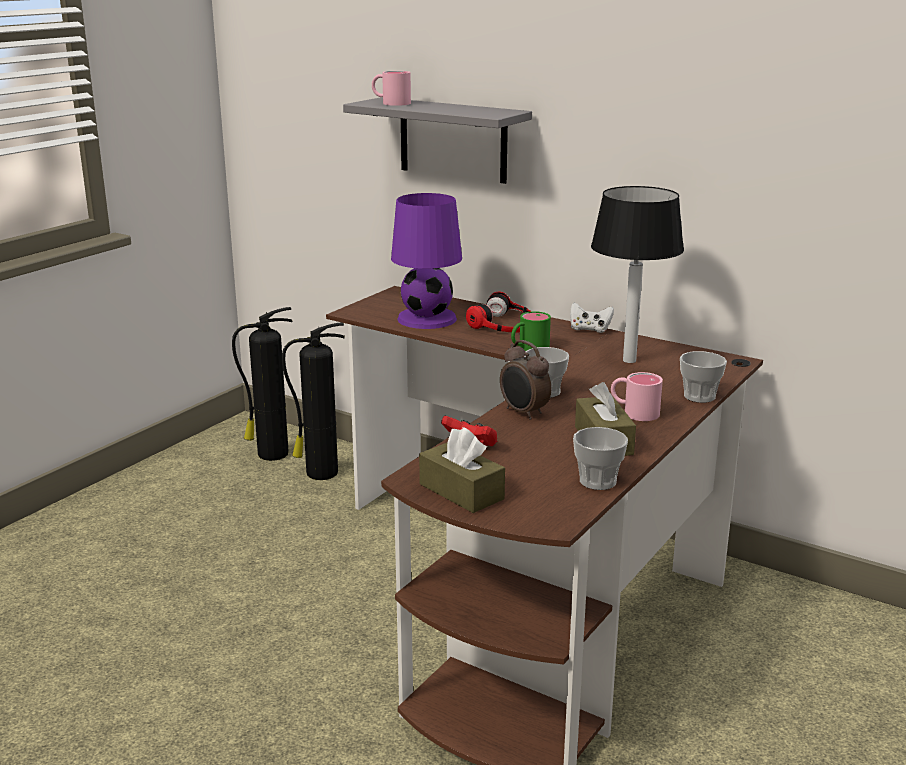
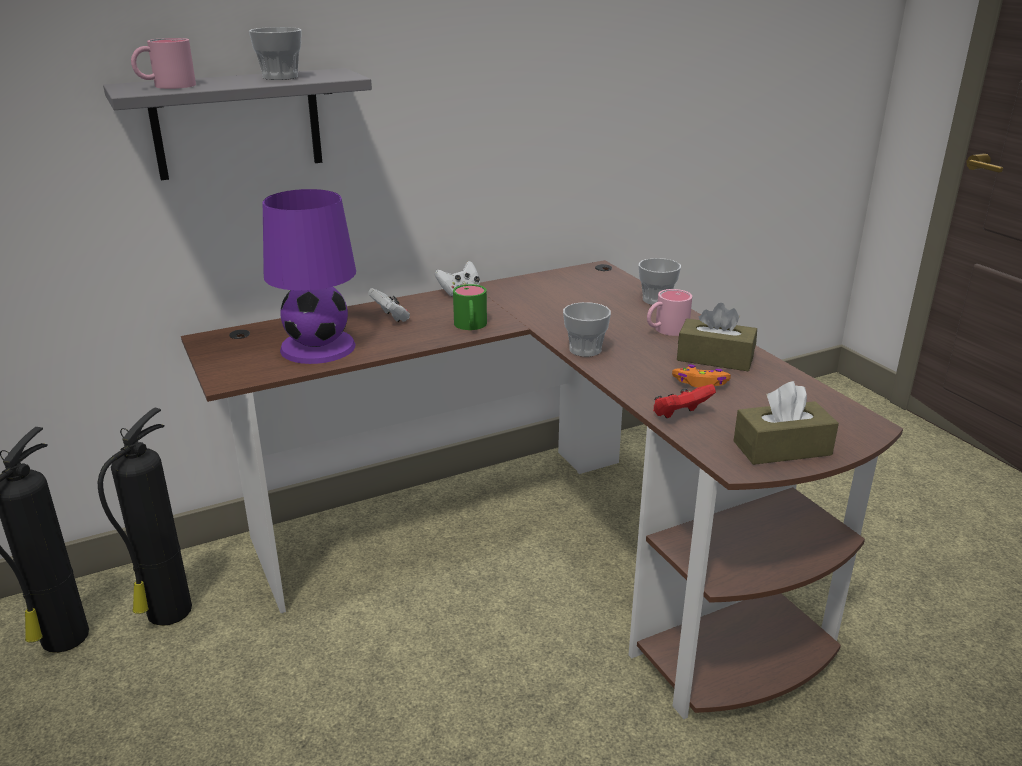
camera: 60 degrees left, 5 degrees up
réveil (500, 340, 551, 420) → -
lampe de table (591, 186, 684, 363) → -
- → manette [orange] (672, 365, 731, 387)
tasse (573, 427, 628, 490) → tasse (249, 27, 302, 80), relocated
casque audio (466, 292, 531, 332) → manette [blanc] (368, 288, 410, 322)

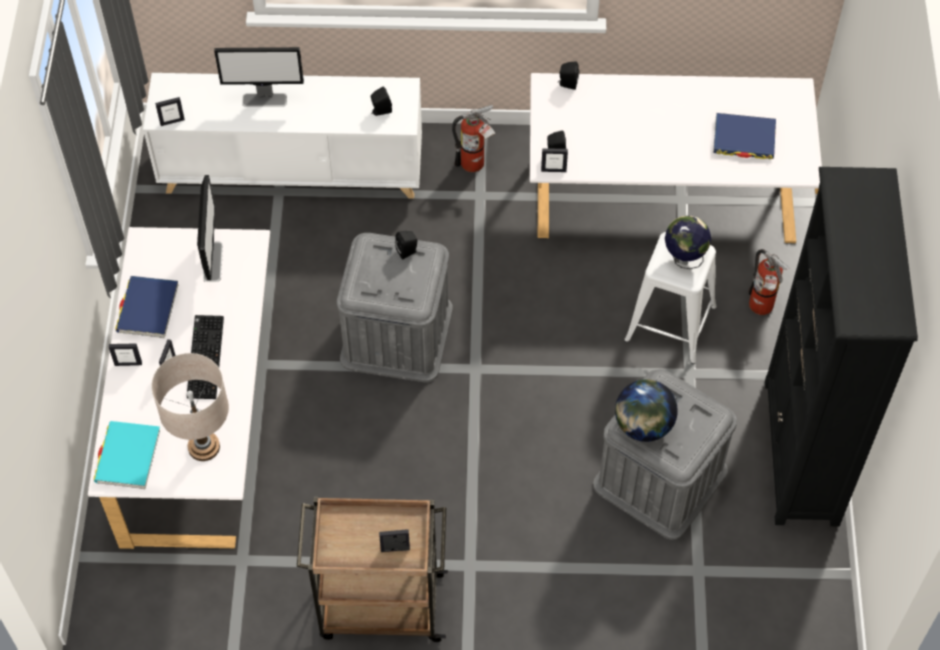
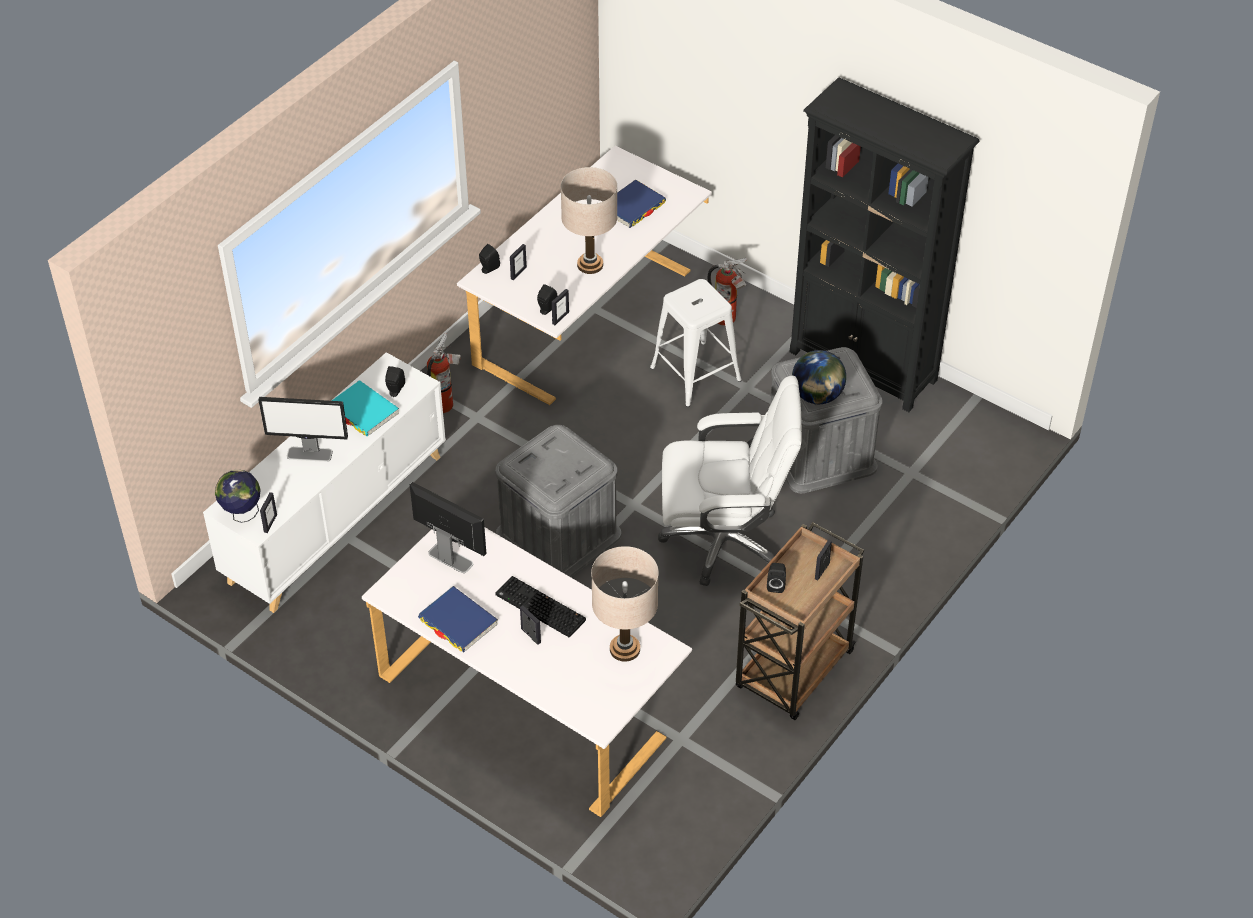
camera: 55 degrees left, 10 degrees down
- → lampe de table [beige] (561, 167, 617, 274)
- → chaise de bureau [blanc] (658, 376, 802, 586)
livre [turquoise] (94, 421, 160, 489) → livre [turquoise] (332, 380, 399, 436), relocated
cadre photo (109, 343, 142, 366) → cadre photo (510, 244, 527, 280), relocated
enceinte [noir] (395, 231, 418, 260) → enceinte [noir] (767, 563, 786, 593), relocated
globe (665, 216, 711, 269) → globe (215, 470, 261, 523), relocated
écran d'ordinateur (214, 47, 304, 107) → écran d'ordinateur (259, 397, 348, 462), 60 degrees clockwise

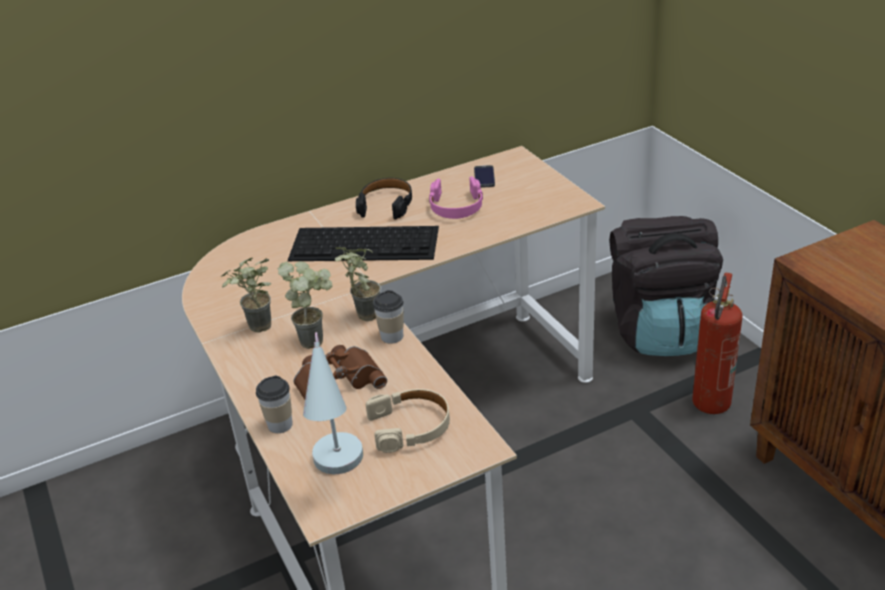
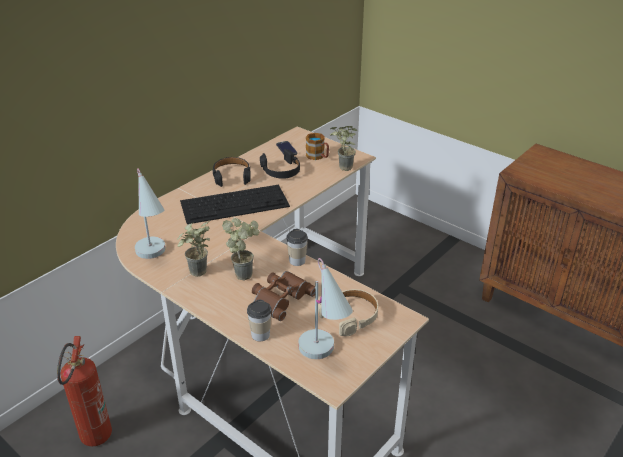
camera: 25 degrees left, 0 degrees up
sac à dos [noir] (610, 216, 723, 356) → -
- → lampe de table [blanc] (135, 168, 166, 259)
- → mug (306, 133, 329, 160)
plante en pot (335, 247, 381, 321) → plante en pot (330, 126, 358, 171), relocated
extincteur (692, 273, 742, 414) → extincteur (57, 336, 112, 447), relocated
casque audio [rose] (429, 177, 483, 219) → casque audio [noir] (260, 149, 300, 179)

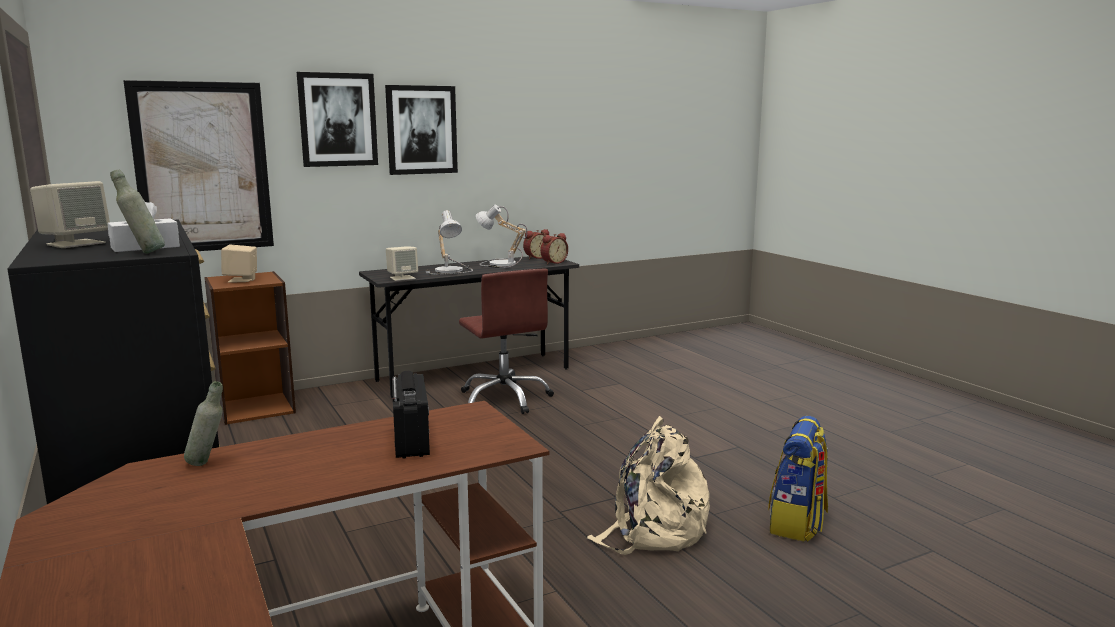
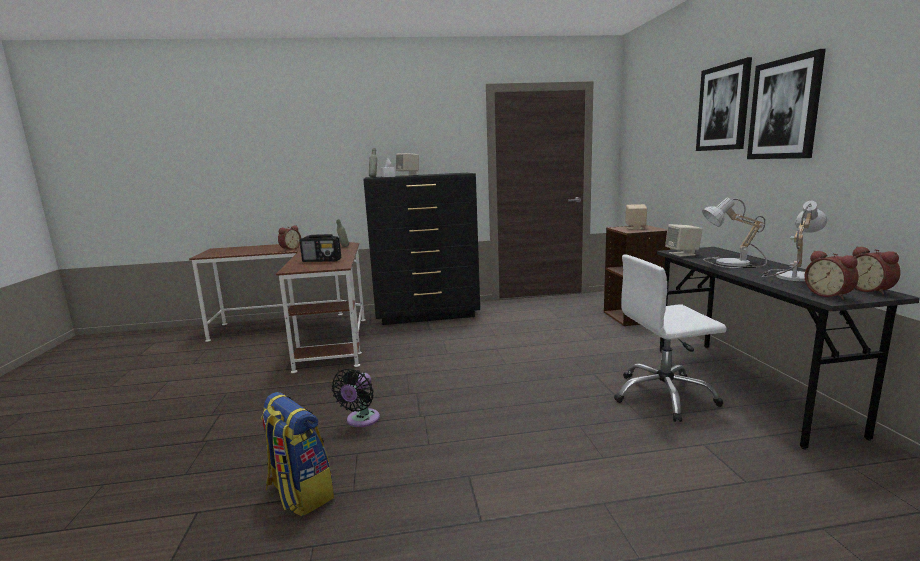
camera: 110 degrees right, 0 degrees up
tableau (123, 80, 274, 251) → -
- → réveil (278, 225, 301, 250)
sac à dos [beige] (586, 416, 710, 555) → ventilateur [noir] (332, 368, 380, 427)
chaise de bureau [marron] (459, 269, 554, 414) → chaise de bureau [blanc] (614, 255, 727, 422)

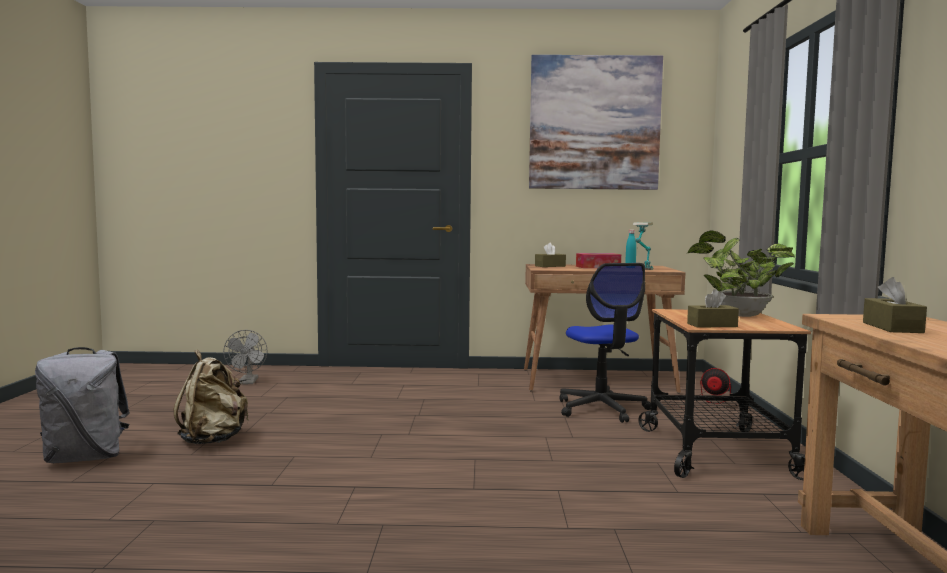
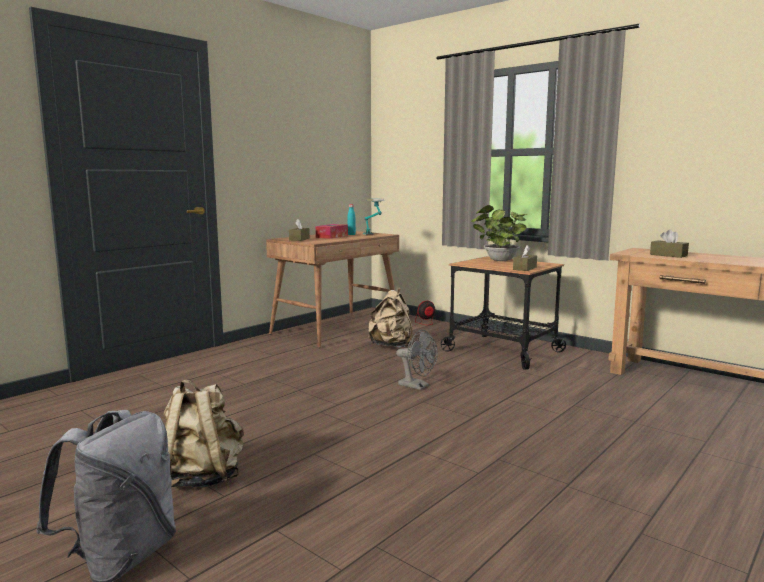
camera: 50 degrees left, 5 degrees up
tableau (529, 55, 663, 190) → -
ventilateur [gris] (223, 330, 267, 384) → ventilateur [gris] (396, 330, 438, 390), relocated
chaise de bureau (559, 263, 651, 423) → sac à dos [beige] (368, 287, 413, 348)

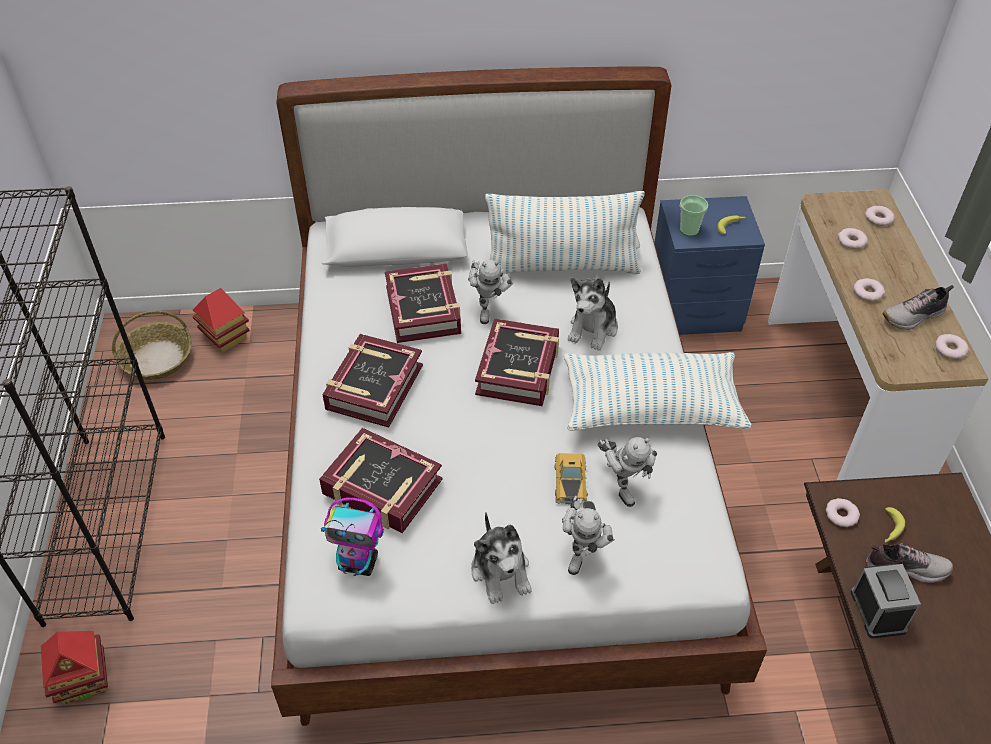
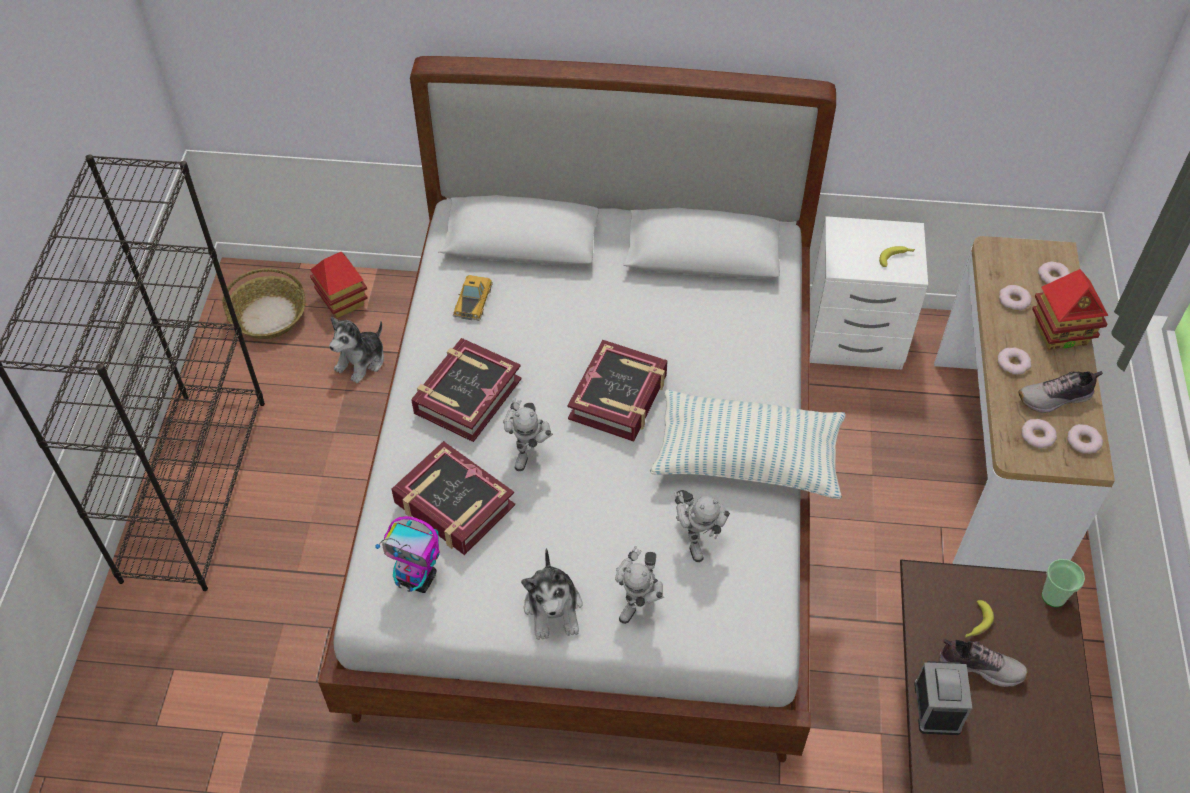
camera: 10 degrees right, 5 degrees up
livre (385, 263, 461, 343) → -
coussin (485, 191, 645, 274) → -
maison miniature (41, 631, 108, 704) → maison miniature (1032, 269, 1108, 350), relocated
robot jouet (468, 260, 513, 324) → robot jouet (503, 398, 553, 471), relocated
petite voiture (555, 453, 588, 504) → petite voiture (453, 275, 493, 321), relocated
peluche (568, 277, 618, 351) → peluche (329, 317, 384, 383), relocated
tasse (680, 195, 708, 236) → tasse (1042, 559, 1085, 607), relocated
beignet (826, 498, 860, 527) → beignet (1021, 419, 1057, 448), relocated
table de chevet [bleu] (654, 196, 765, 335) → table de chevet [blanc] (810, 216, 928, 370)

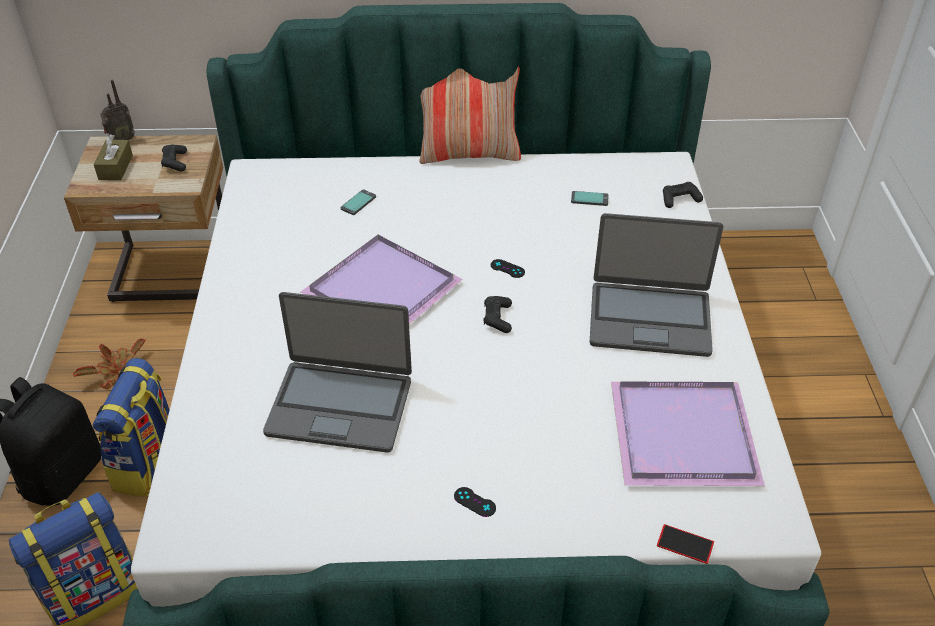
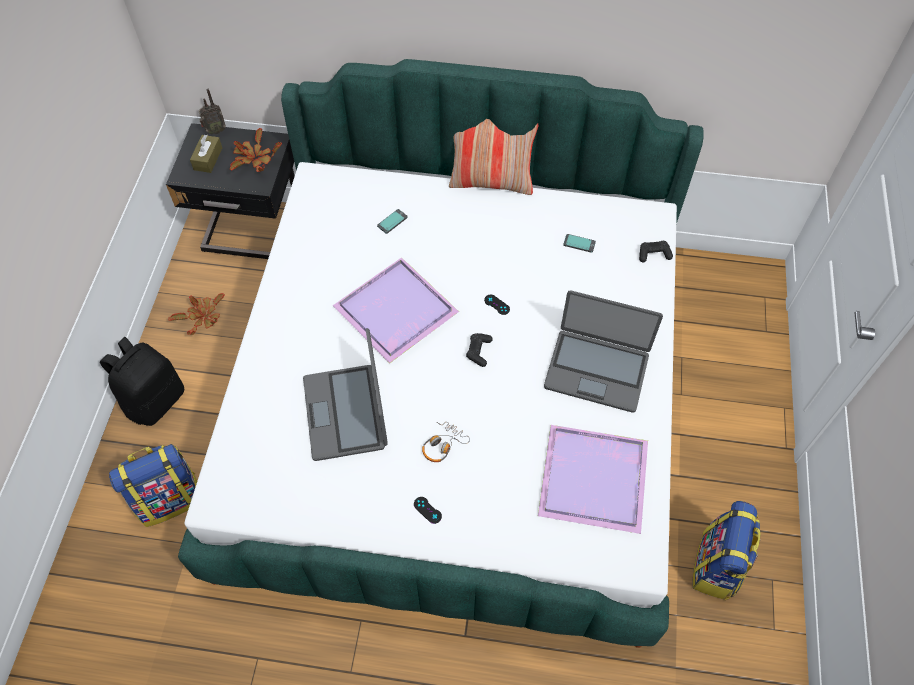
camera: 10 degrees right, 15 degrees up
téléphone (657, 524, 714, 564) → -
- → casque audio (422, 422, 470, 462)
sac à dos (93, 358, 170, 497) → sac à dos (693, 501, 761, 601), relocated
manette [noir] (161, 145, 187, 172) → plante en pot (230, 128, 282, 172)
table de chevet [beige] (64, 135, 223, 302) → table de chevet [noir] (166, 123, 295, 259)
ordinateur portable (263, 292, 412, 453) → ordinateur portable (303, 328, 388, 461), 60 degrees clockwise

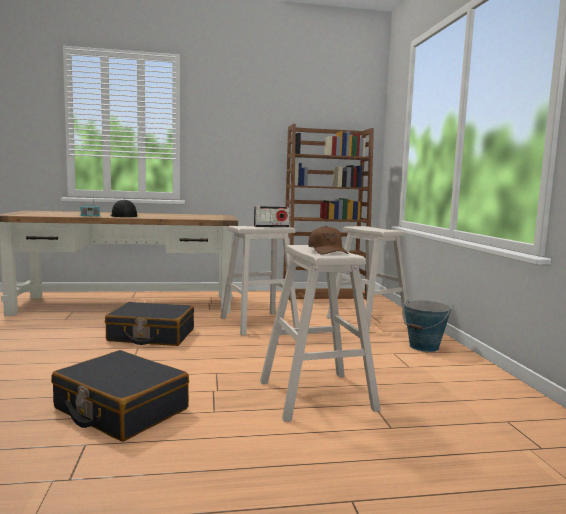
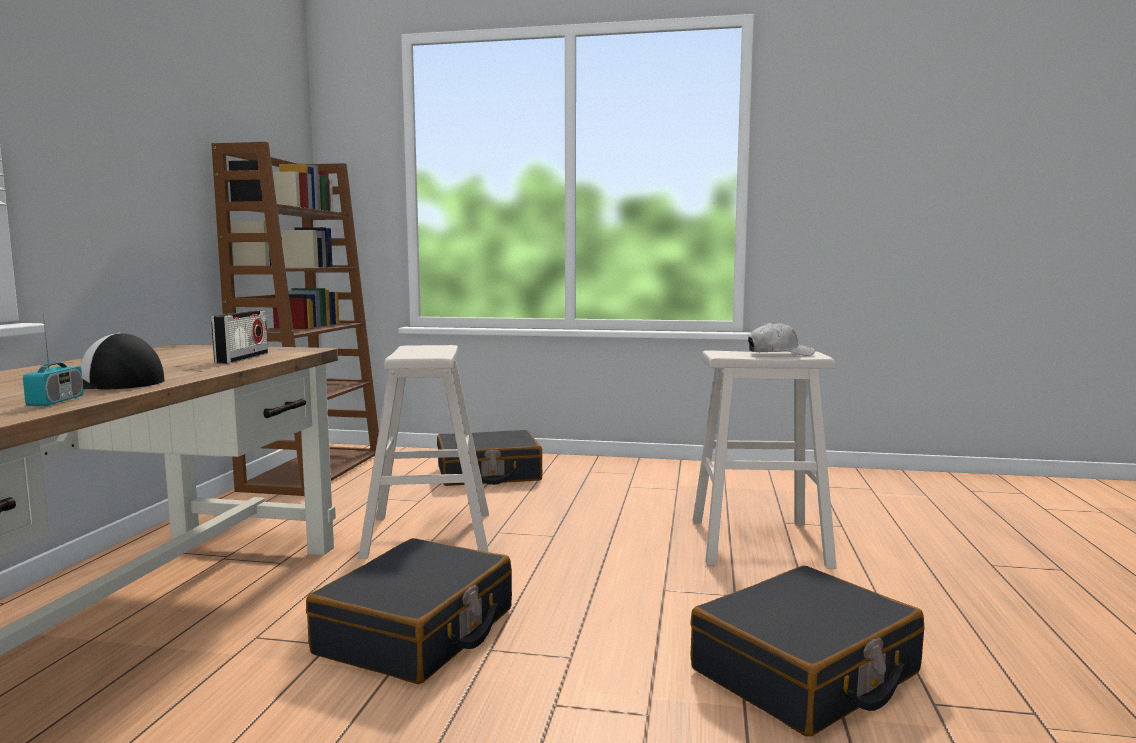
camera: 70 degrees left, 0 degrees up
seau (402, 299, 452, 352) → -
radio (254, 206, 290, 227) → radio (211, 311, 268, 364), relocated
tabouret [beige] (327, 226, 407, 330) → valise [noir] (437, 430, 542, 486)
casquette [marron] (308, 226, 348, 254) → casquette [blanc] (748, 322, 815, 356)

